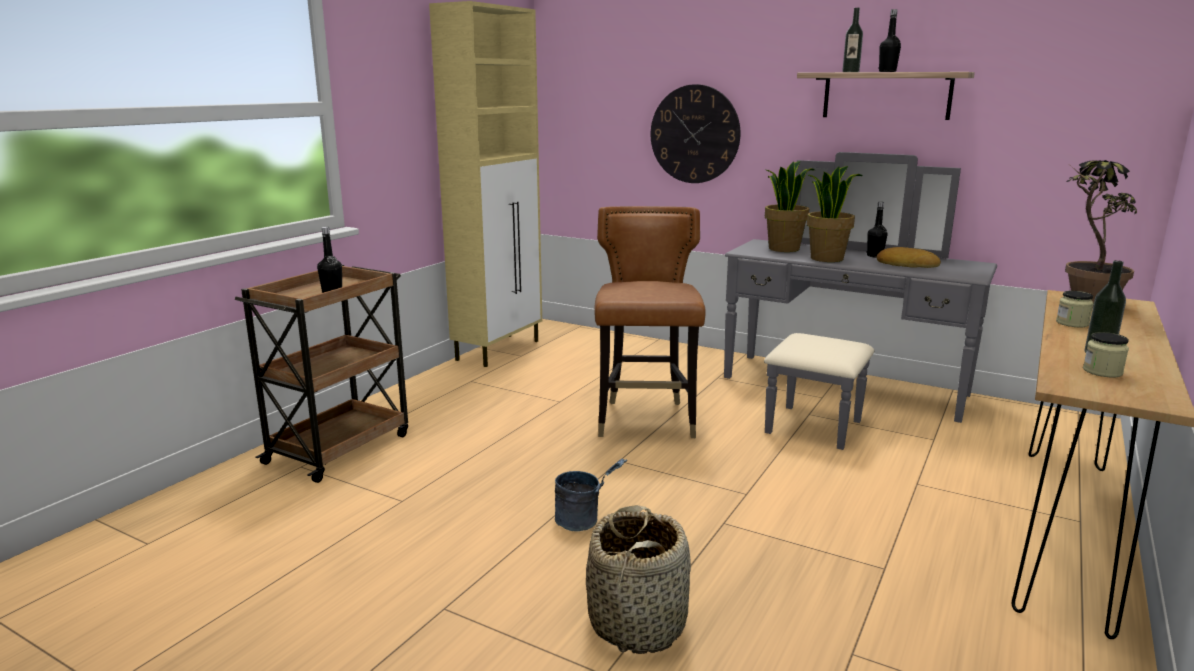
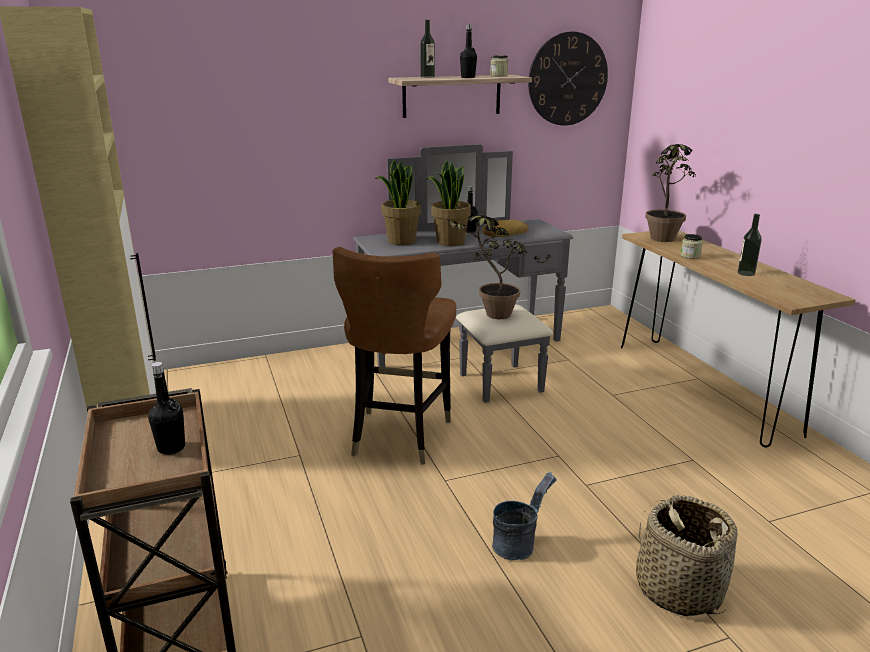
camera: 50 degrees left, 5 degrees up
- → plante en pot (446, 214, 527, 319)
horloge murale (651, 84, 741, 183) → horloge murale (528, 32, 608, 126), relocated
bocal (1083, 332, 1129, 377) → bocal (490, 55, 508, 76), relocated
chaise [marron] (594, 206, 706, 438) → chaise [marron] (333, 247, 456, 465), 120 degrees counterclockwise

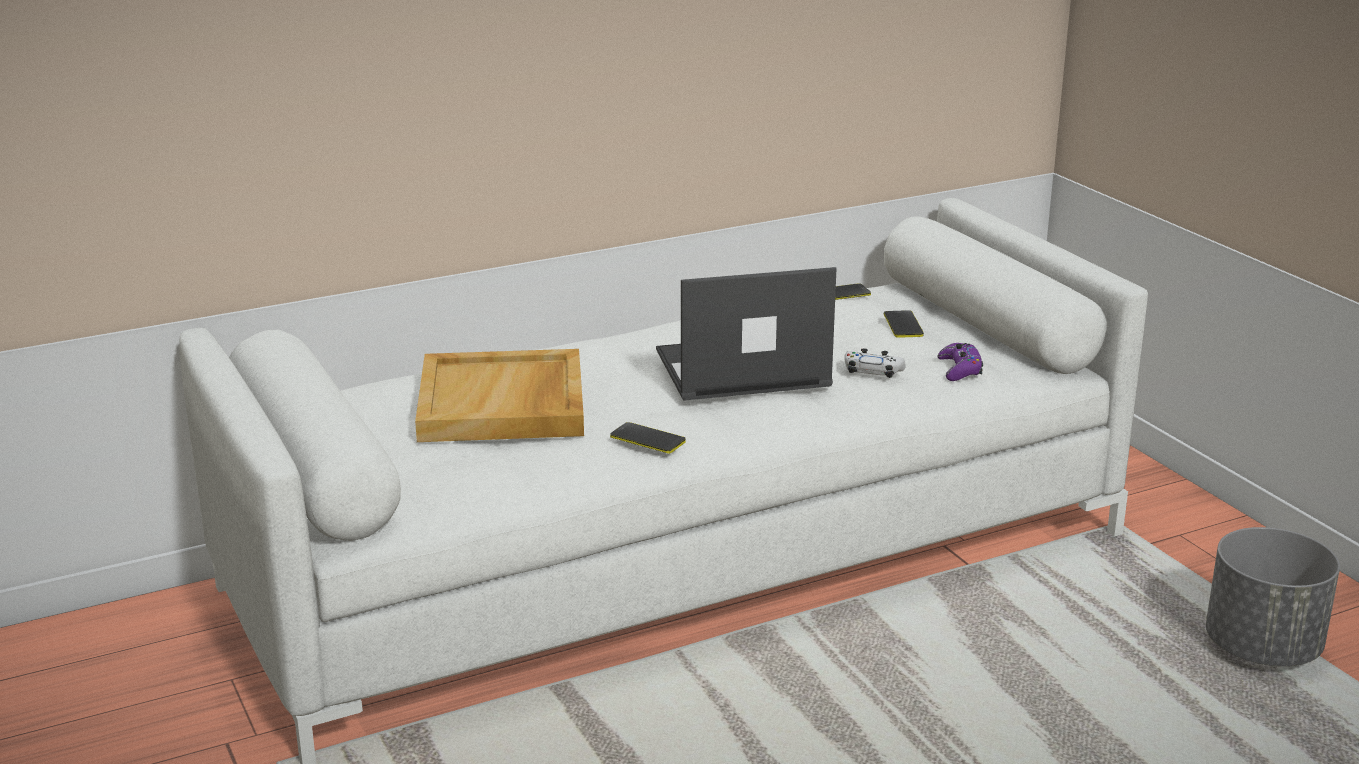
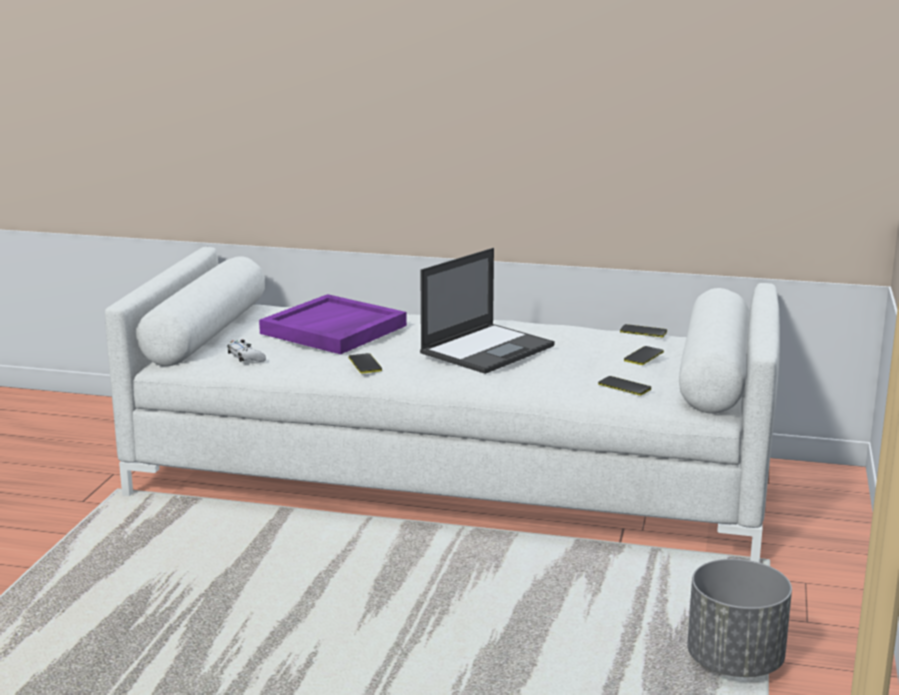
camera: 40 degrees right, 5 degrees down
manette [blanc] (844, 348, 906, 378) → manette [blanc] (227, 340, 266, 362), relocated
manette [violet] (938, 343, 983, 381) → téléphone (598, 376, 651, 396)
plateau [beige] (415, 349, 584, 442) → plateau [violet] (259, 294, 407, 354)
ordinateur portable (656, 267, 837, 401) → ordinateur portable (420, 248, 555, 374), 105 degrees clockwise

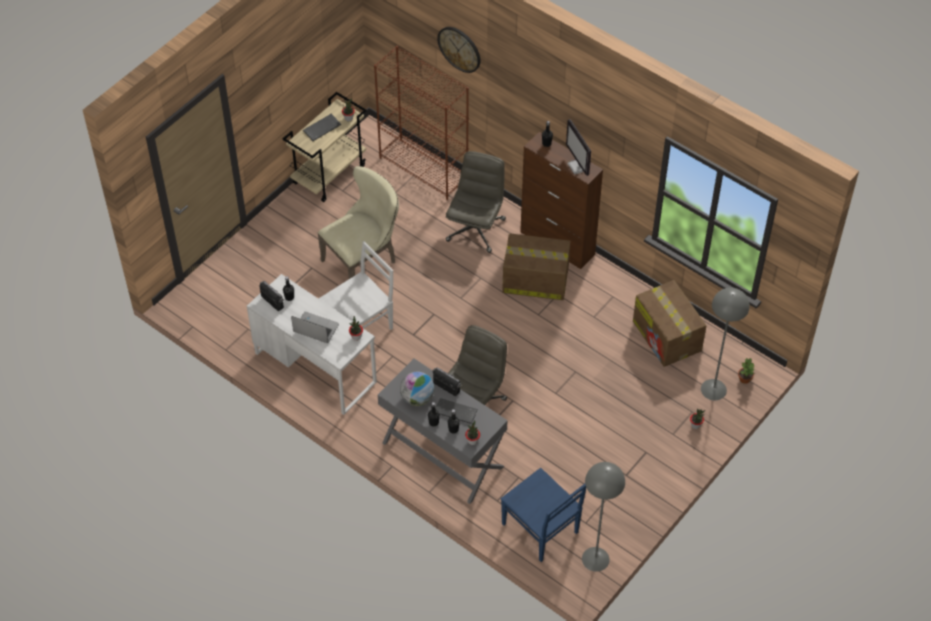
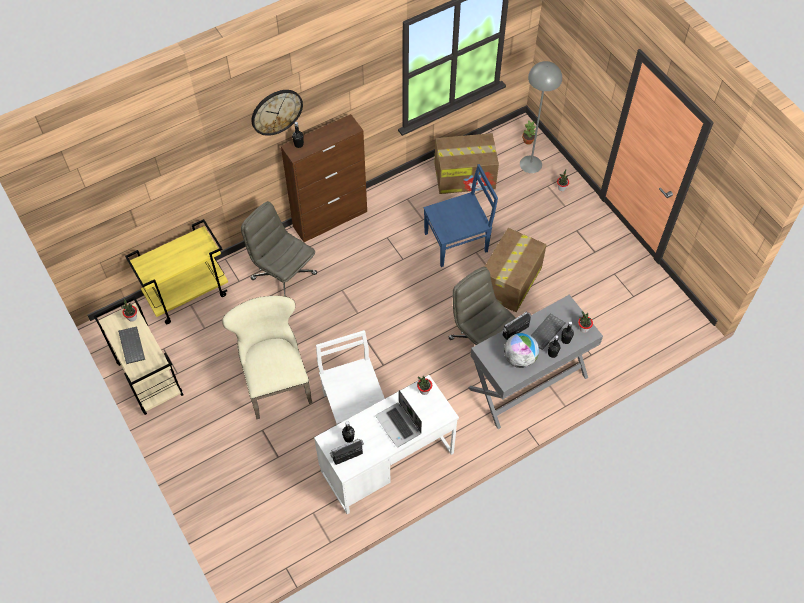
camera: 70 degrees left, 5 degrees up
écran d'ordinateur (566, 119, 591, 176) → -
lampadaire [gris] (582, 462, 625, 572) → -
horloge murale (437, 27, 480, 73) → horloge murale (252, 90, 303, 136), relocated
chaise [bleu] (501, 468, 586, 562) → chaise [bleu] (423, 164, 498, 267), relocated
carton (502, 233, 571, 300) → carton (484, 228, 547, 312), relocated
bibliothèque [marron] (374, 46, 469, 200) → chariot [jaune] (125, 219, 228, 324)
ordinateur portable (291, 312, 339, 343) → ordinateur portable (376, 390, 422, 447), 75 degrees counterclockwise

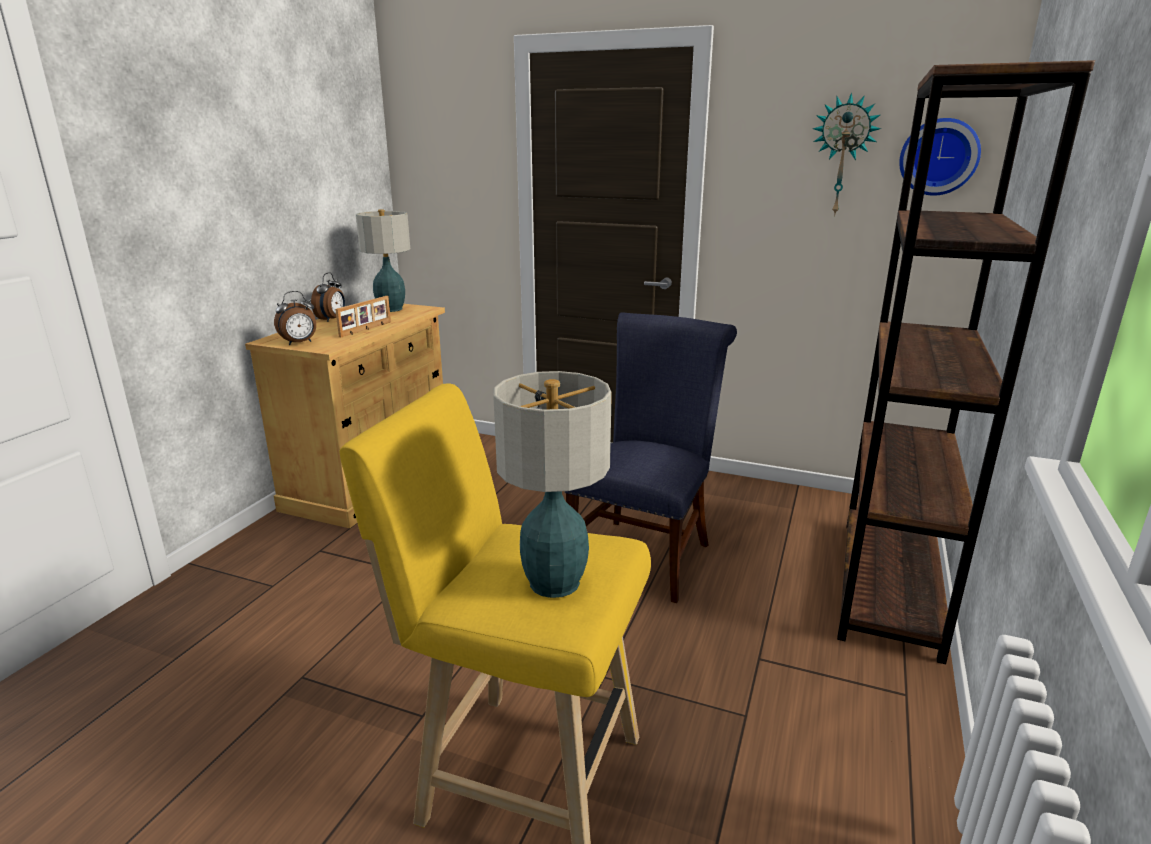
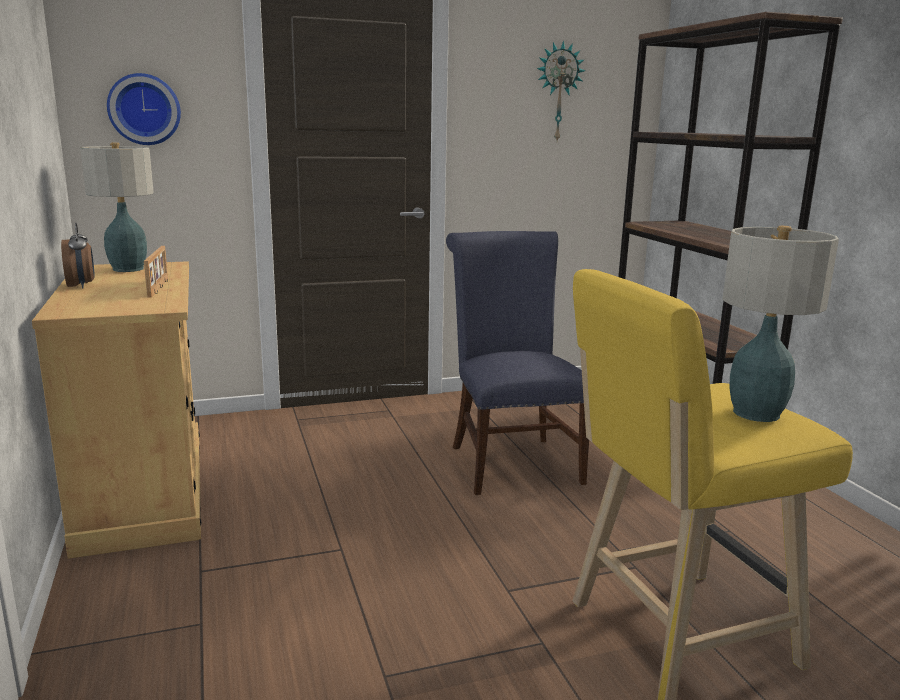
camera: 40 degrees left, 5 degrees down
réveil (274, 291, 316, 345) → -
horloge murale (899, 118, 981, 196) → horloge murale (107, 73, 181, 145), relocated

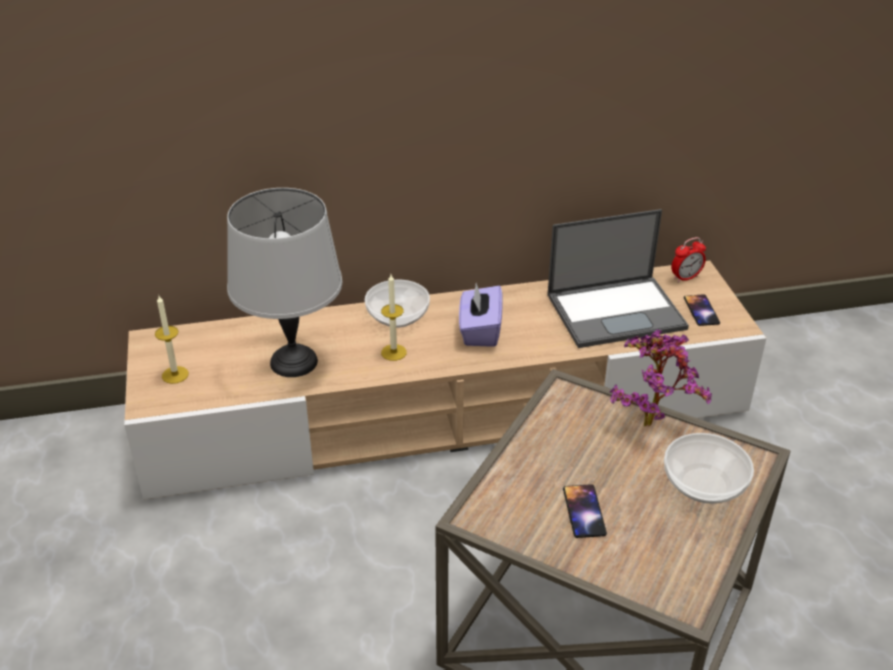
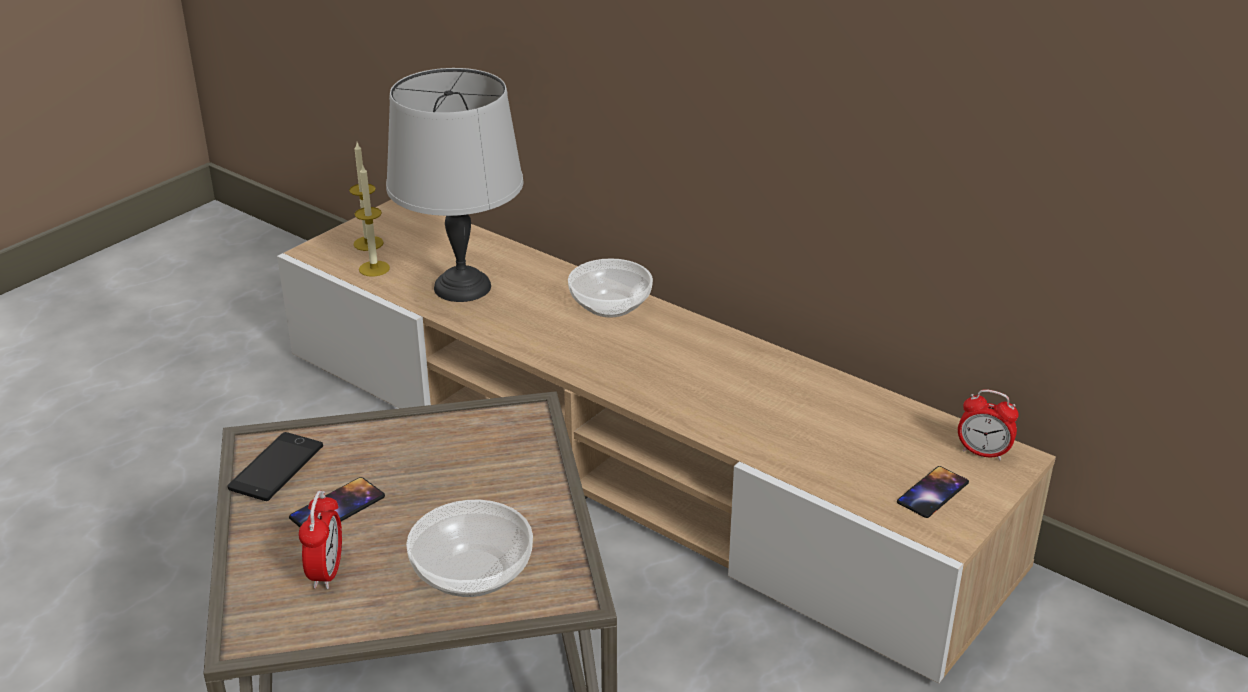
camera: 50 degrees right, 5 degrees down
boîte à mouchoirs [violet] (459, 283, 503, 347) → -
ordinateur portable (547, 209, 689, 348) → -
plante en pot (609, 330, 712, 426) → -
- → téléphone (228, 432, 323, 501)
- → réveil (299, 491, 342, 589)
bougie (381, 274, 407, 361) → bougie (355, 164, 390, 277), relocated

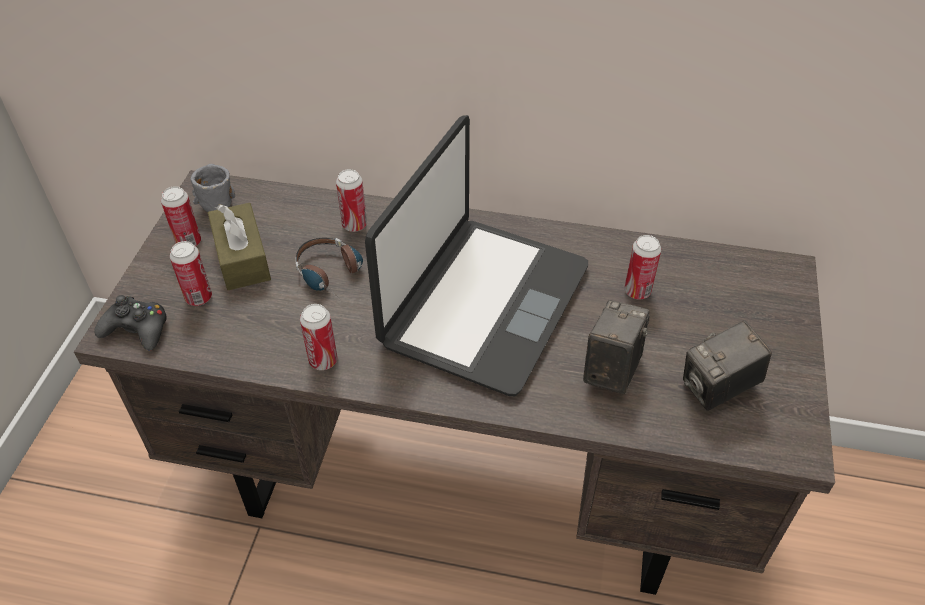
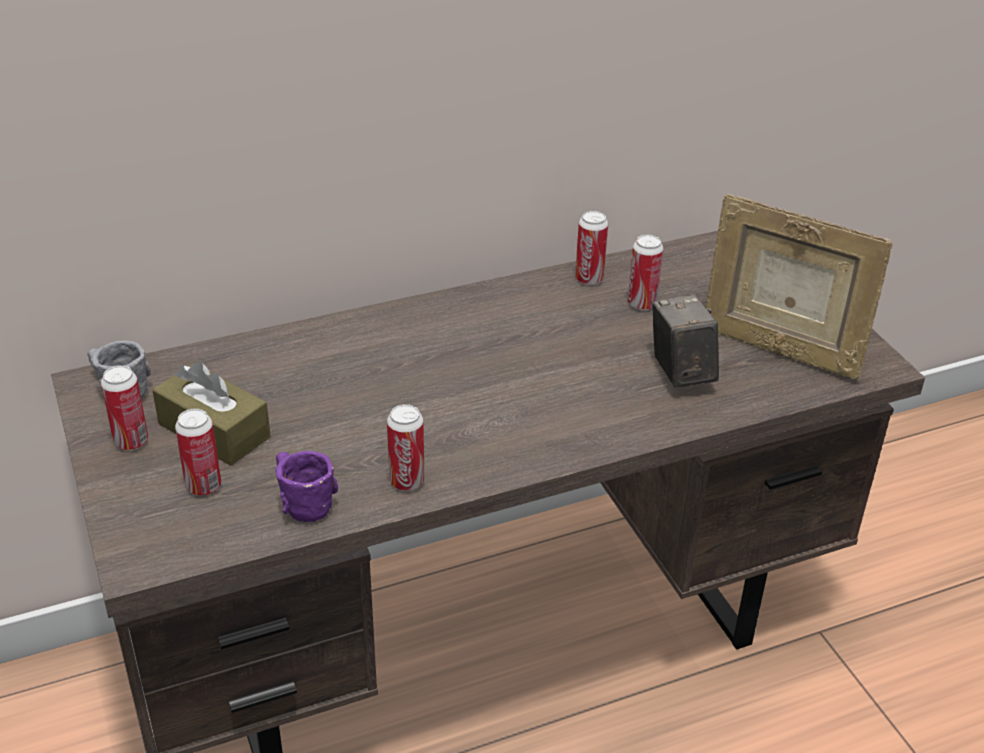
camera: 35 degrees left, 10 degrees down
manette [noir] (94, 295, 167, 351) → -
casque audio (296, 238, 363, 302) → -
ordinateur portable (365, 115, 588, 396) → -
- → mug [violet] (275, 451, 338, 522)
boîte métallique (336, 169, 367, 232) → boîte métallique (575, 211, 608, 285), relocated
appareil photo (683, 320, 772, 411) → cadre photo (705, 194, 893, 379)

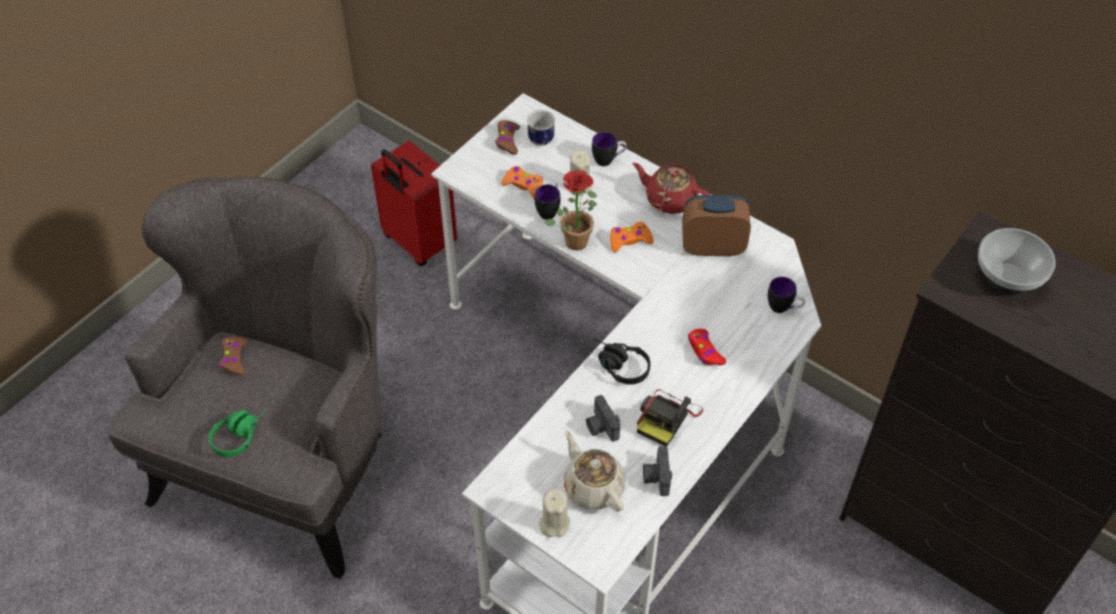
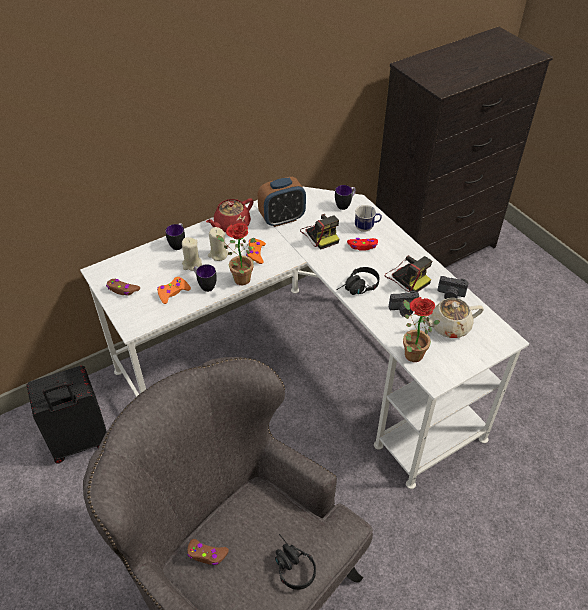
camera: 70 degrees left, 5 degrees down
bol (978, 228, 1056, 295) → -
- → appareil photo (300, 214, 339, 250)
- → plante en pot (403, 297, 440, 362)
mug (527, 110, 555, 146) → mug (355, 205, 382, 232), relocated
bougie [beige] (539, 489, 570, 537) → bougie [beige] (208, 227, 229, 261), relocated
casque audio [vert] (209, 409, 266, 457) → casque audio [noir] (275, 534, 316, 590)
valise [rouge] (371, 141, 457, 266) → valise [noir] (27, 366, 107, 464)
réveil (682, 195, 751, 256) → réveil (258, 177, 306, 227), 135 degrees counterclockwise

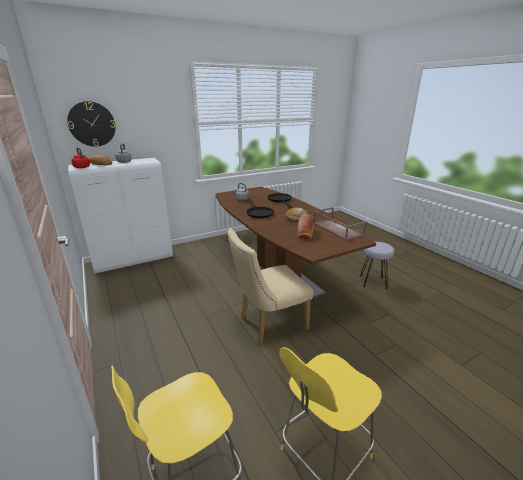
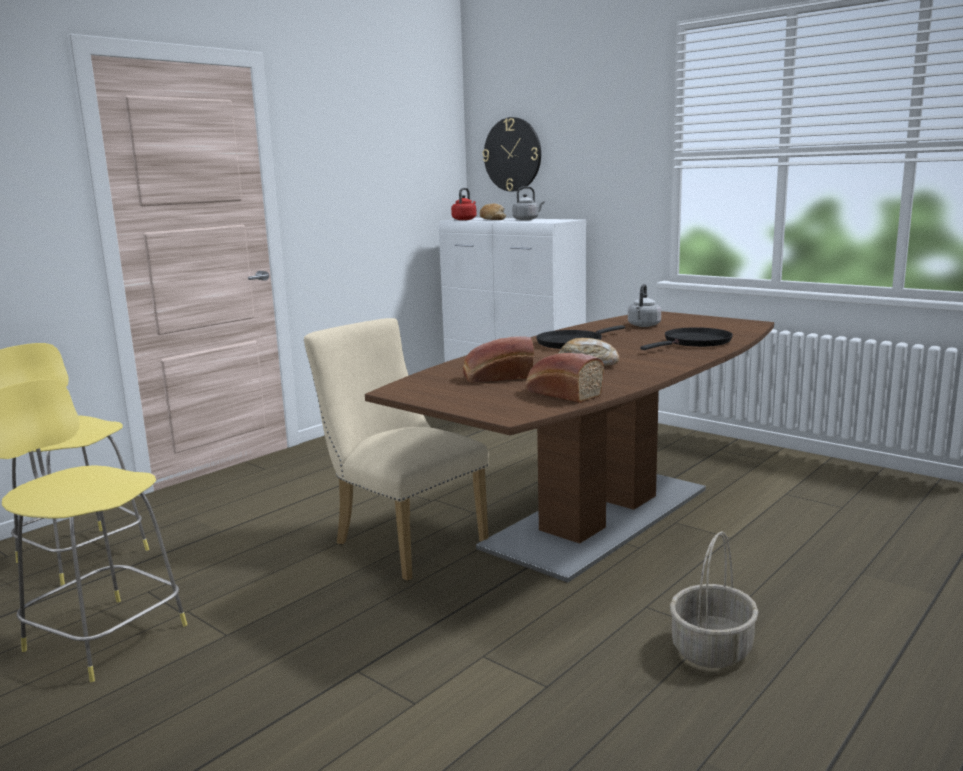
camera: 70 degrees right, 10 degrees down
plateau [marron] (314, 207, 367, 240) → pain (525, 353, 604, 403)
tabouret [gris] (360, 242, 394, 289) → panier (670, 531, 758, 668)

